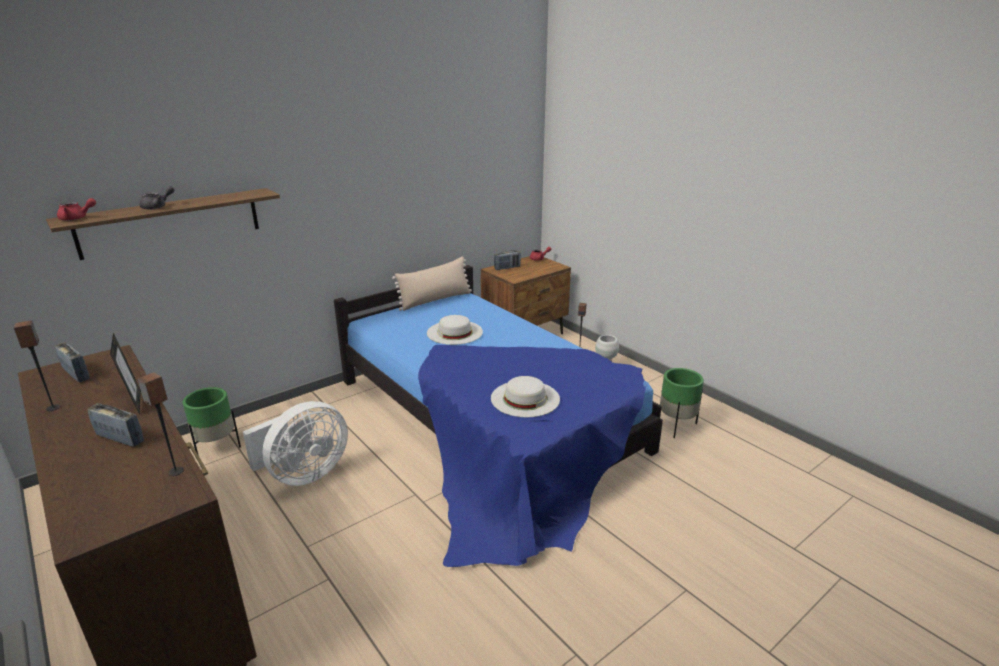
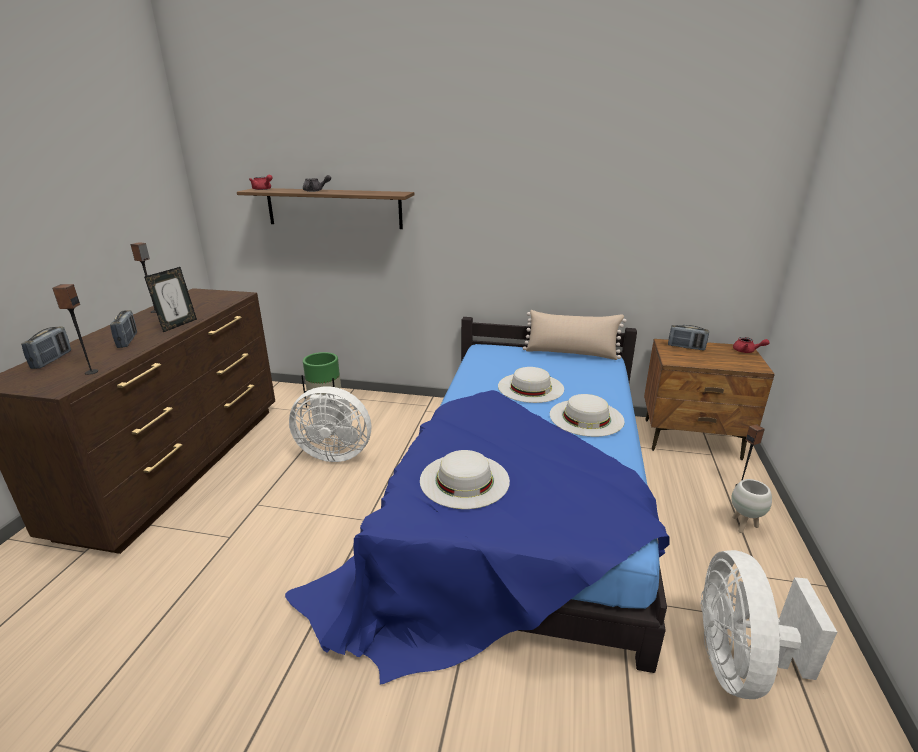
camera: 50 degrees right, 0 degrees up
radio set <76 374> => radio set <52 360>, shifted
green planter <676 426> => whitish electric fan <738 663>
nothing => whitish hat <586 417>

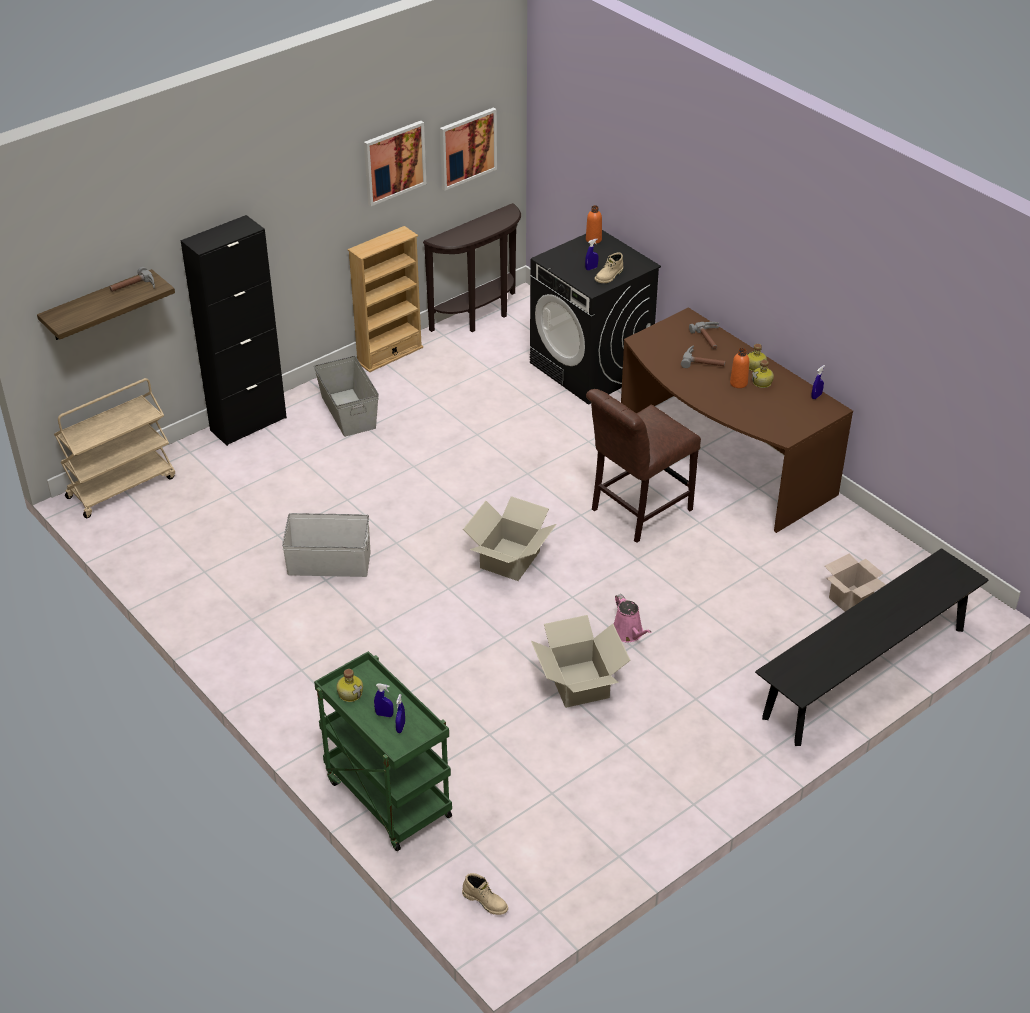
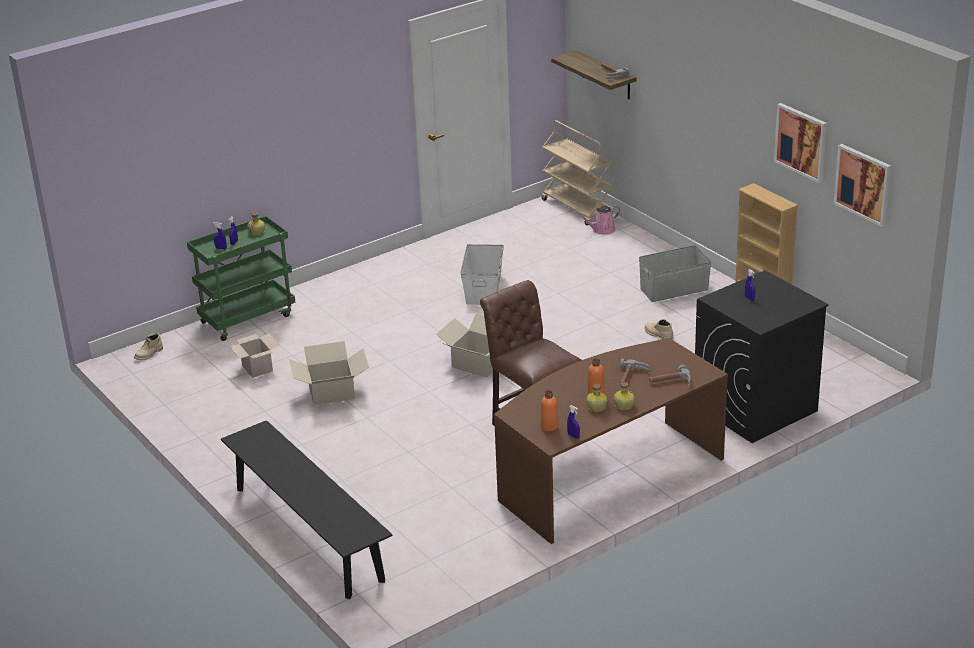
camera: 95 degrees right, 10 degrees down
black storage cabinet <248 424> => nothing
brownish hall table <480 316> => nothing
orange-coloured drink bottle <593 239> => orange-coloured drink bottle <549 426>, shifted
sand-coloured high-top boot <609 276> => sand-coloured high-top boot <658 334>, shifted
pink sprinkling can <629 633> => pink sprinkling can <601 230>, shifted
packing box <850 600> => packing box <256 368>, shifted

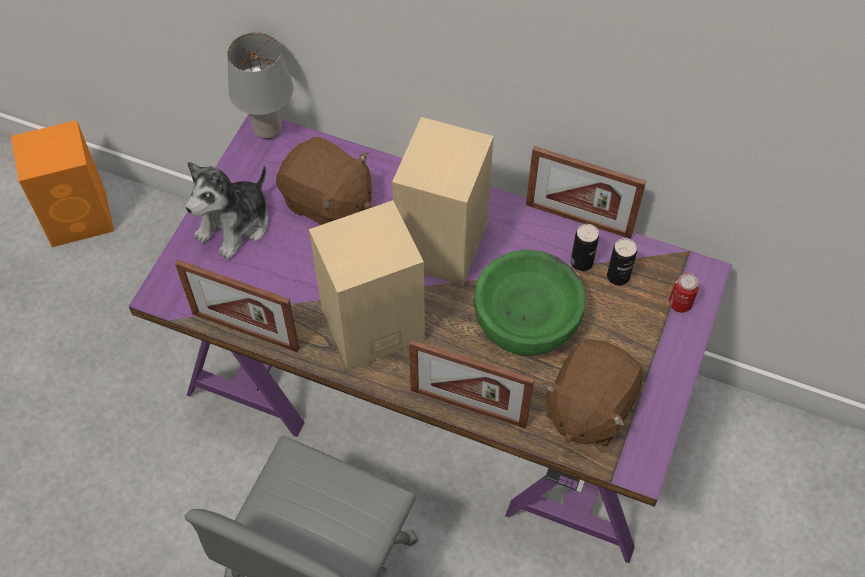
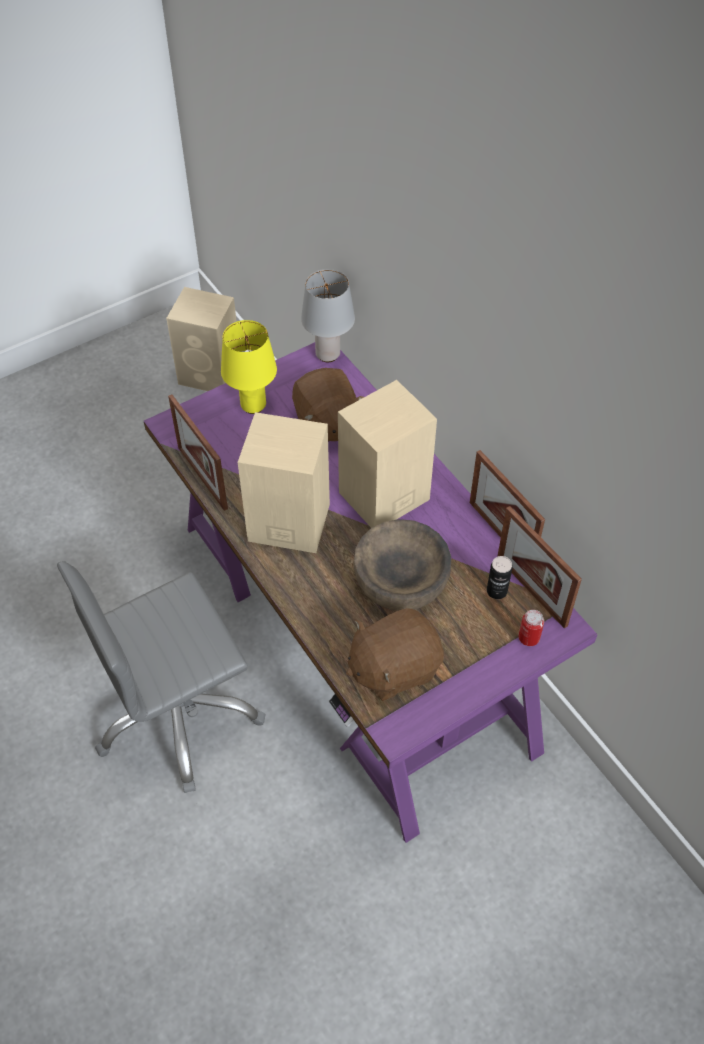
camera: 35 degrees right, 5 degrees down
orange-coloured audio speaker <81 217> => sand-coloured audio speaker <211 374>
plush toy <235 225> => yellow-coloured lamp for a table <253 406>
picture frame <468 407> => picture frame <531 591>, shifted
green bowl <526 319> => brownish bowl <401 581>
sealed can <581 262> => nothing

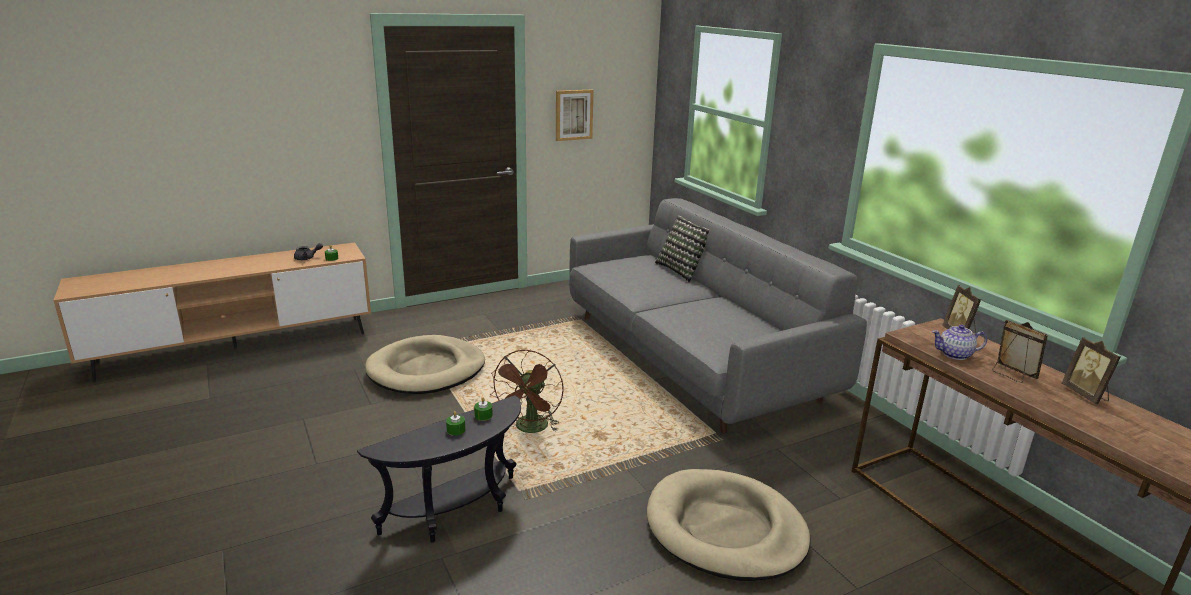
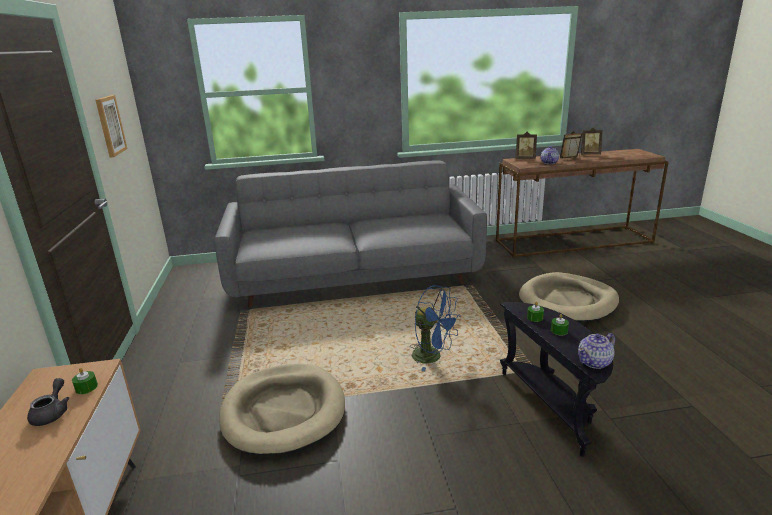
camera: 70 degrees left, 0 degrees up
brownish electric fan <530 429> => blue-coloured electric fan <433 357>
pillow <682 270> => nothing
nothing => pot for tea <595 362>

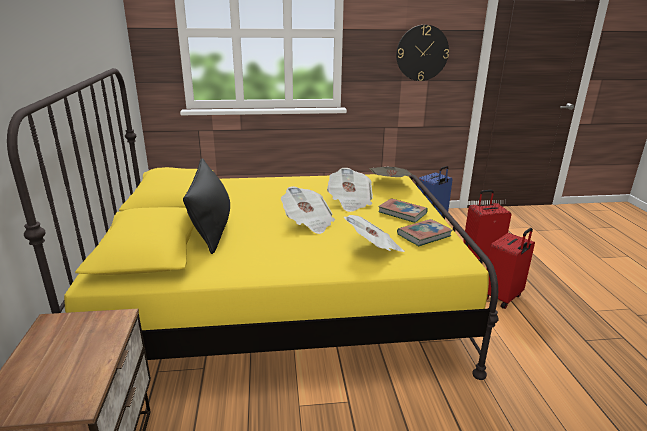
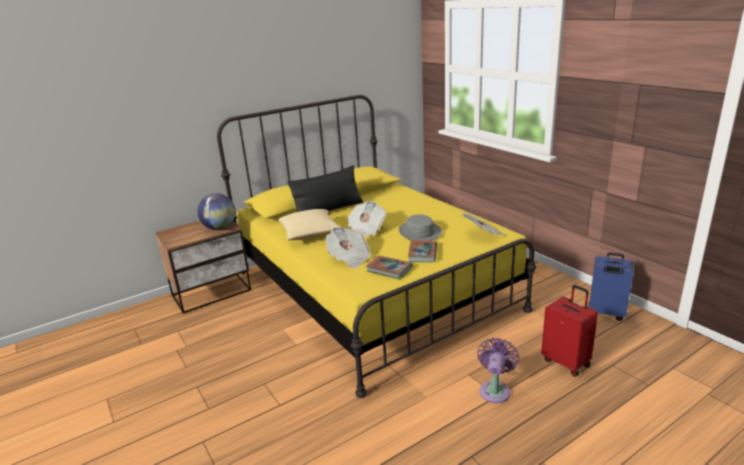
camera: 65 degrees right, 0 degrees up
printed paper <349 202> => greyish hat <419 232>
hanging clock <422 53> => nothing
reddish piece of luggage <503 297> => purple-coloured electric fan <495 390>
nothing => world globe <219 228>
nothing => pillow <310 234>

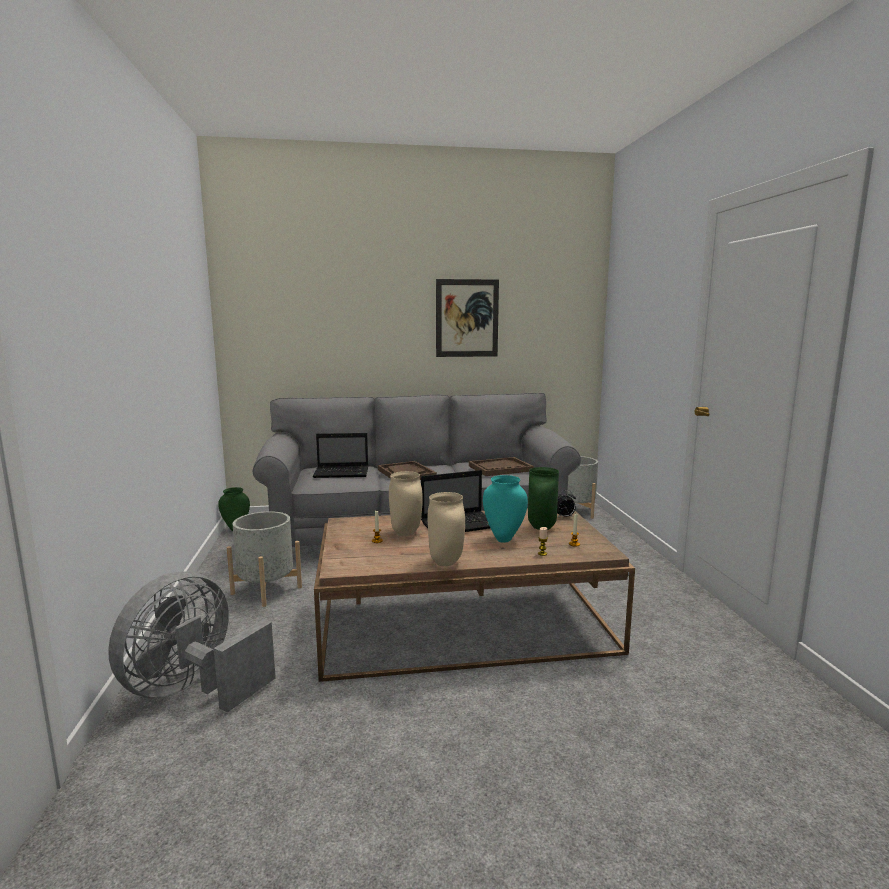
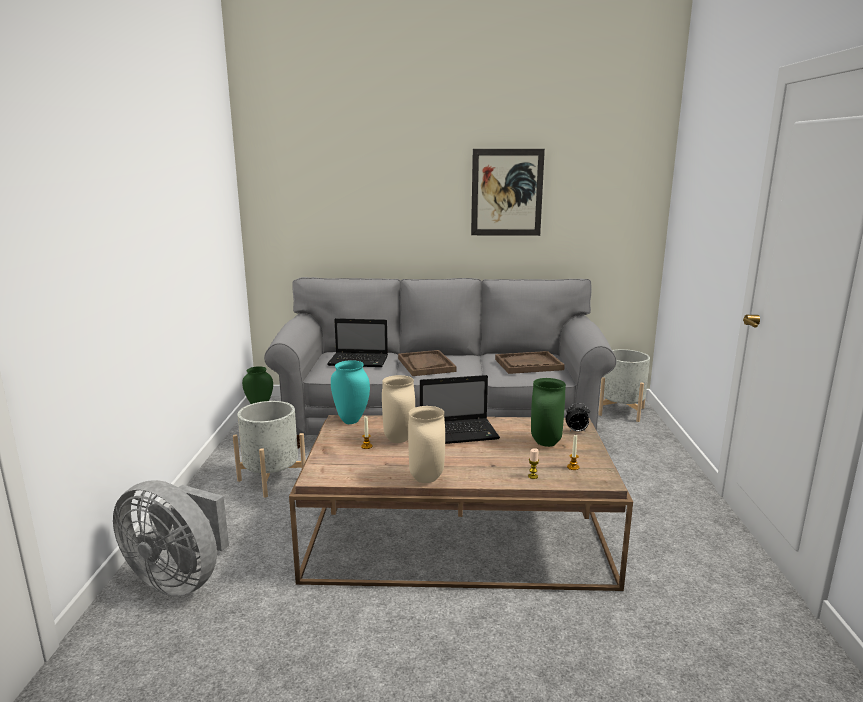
camera: 10 degrees right, 5 degrees up
greyish electric fan <193 689> => greyish electric fan <180 579>, 105 degrees counterclockwise
turquoise vase <503 539> => turquoise vase <350 421>, shifted

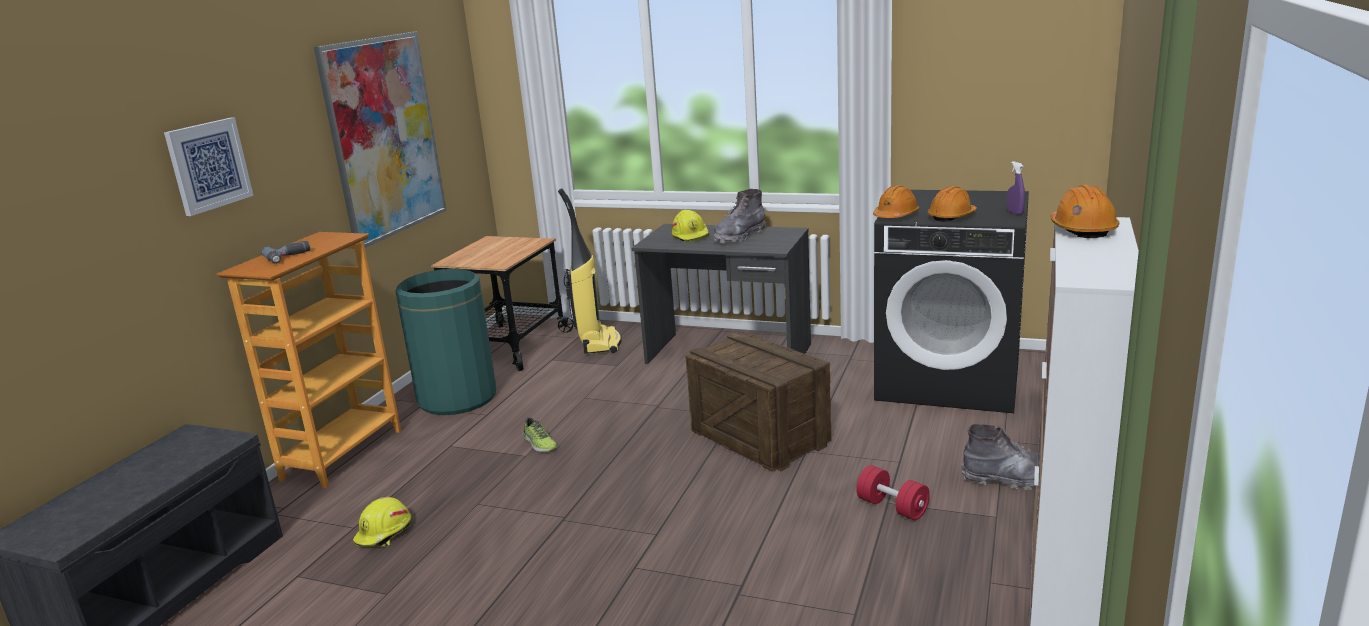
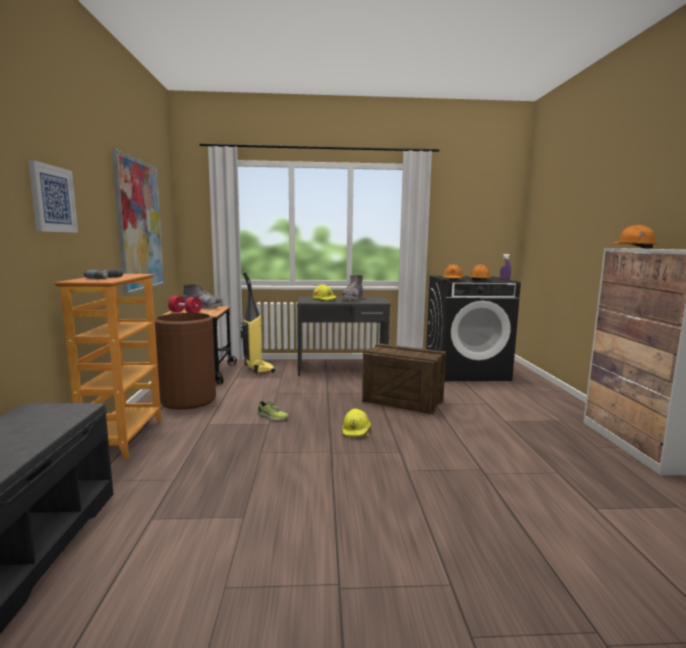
camera: 25 degrees left, 10 degrees down
yellow-coloured work helmet <384 533> => yellow-coloured work helmet <356 431>, shifted
green trash can <457 398> => brownish trash can <188 400>
reddish hand weight <892 507> => reddish hand weight <185 312>, shifted
greyish high-top boot <1007 479> => greyish high-top boot <203 308>, shifted

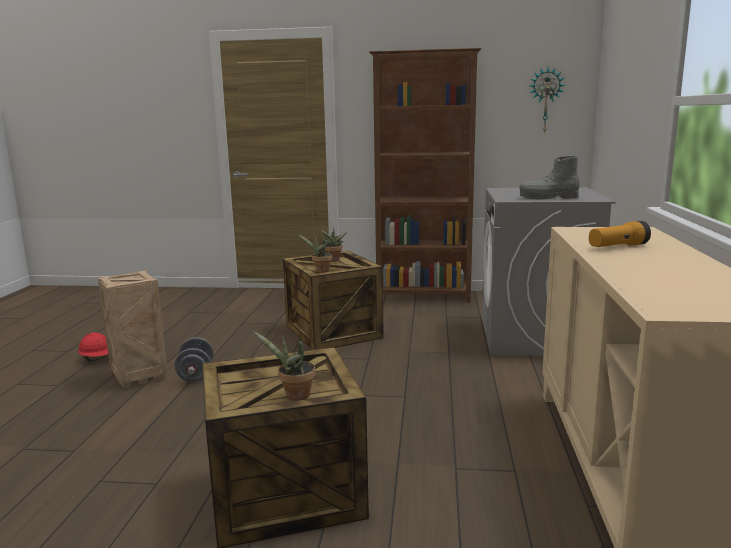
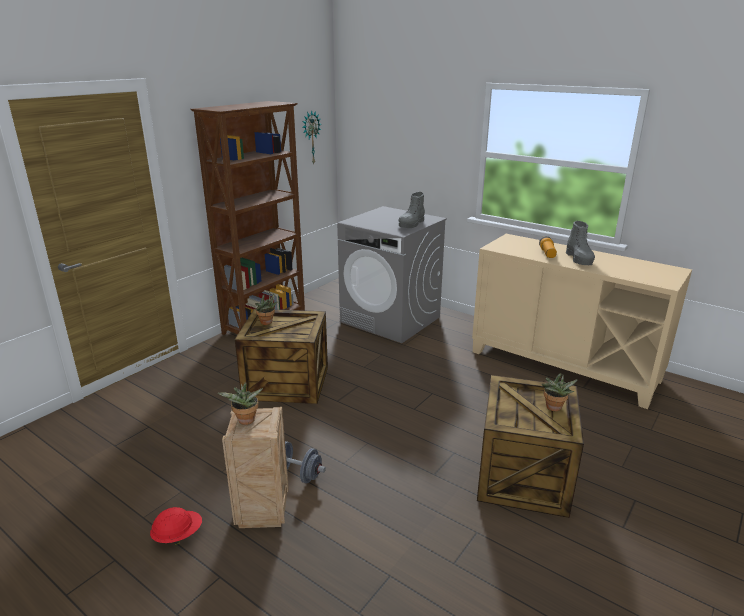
camera: 60 degrees left, 10 degrees up
plant in a pot <320 271> => plant in a pot <245 421>, shifted
nothing => greyish high-top boot <579 259>

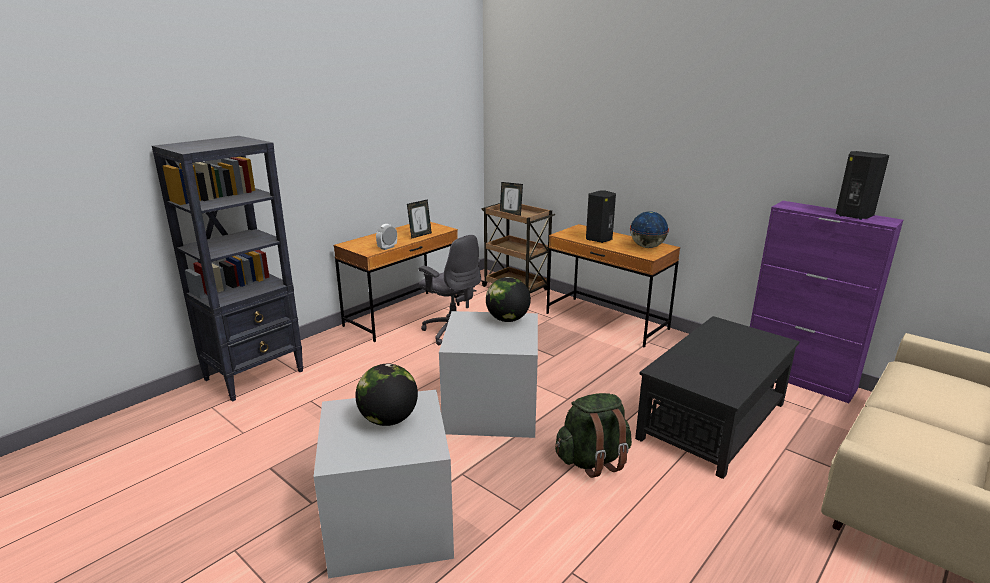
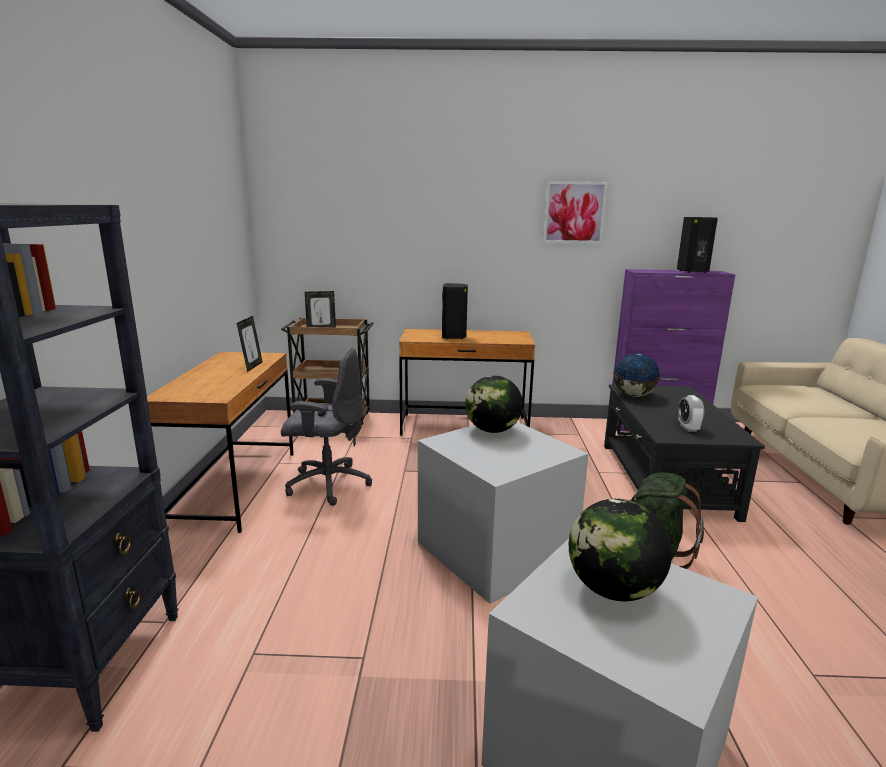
camera: 40 degrees left, 5 degrees down
bedside clock <387 247> => bedside clock <688 428>, shifted
world globe <647 247> => world globe <633 395>, shifted
nothing => wall picture <574 212>

